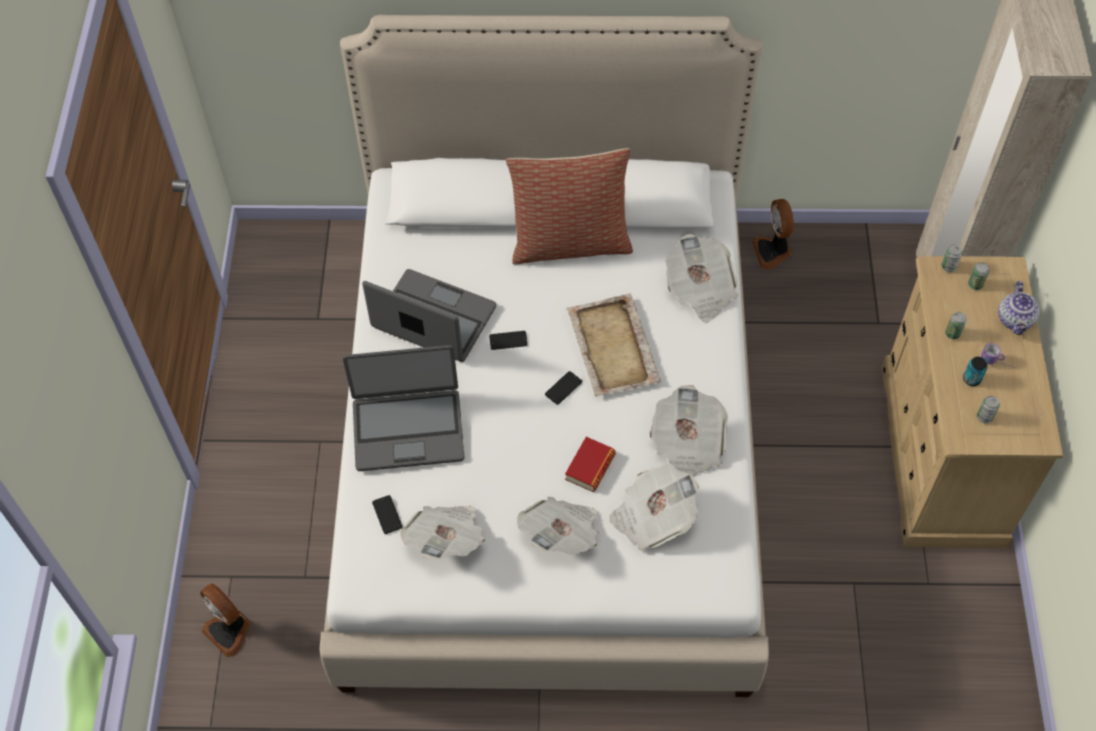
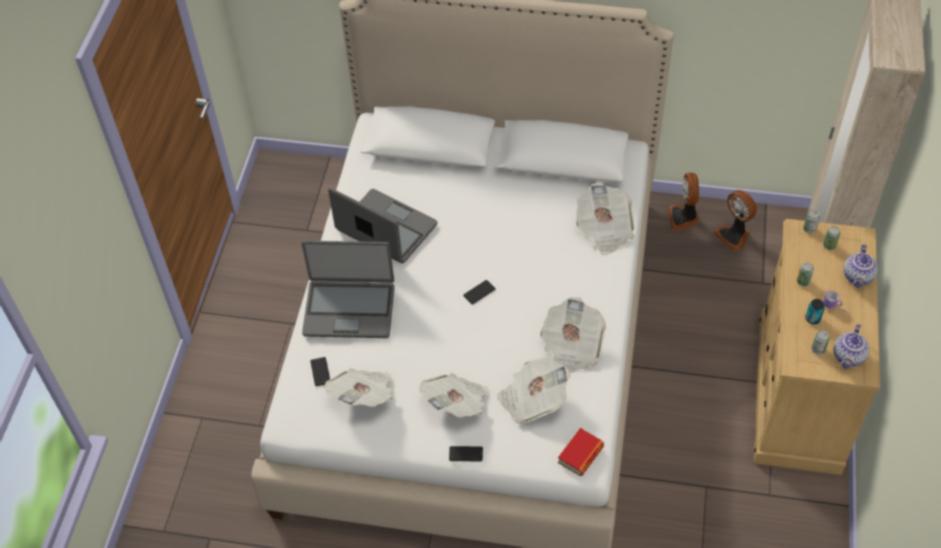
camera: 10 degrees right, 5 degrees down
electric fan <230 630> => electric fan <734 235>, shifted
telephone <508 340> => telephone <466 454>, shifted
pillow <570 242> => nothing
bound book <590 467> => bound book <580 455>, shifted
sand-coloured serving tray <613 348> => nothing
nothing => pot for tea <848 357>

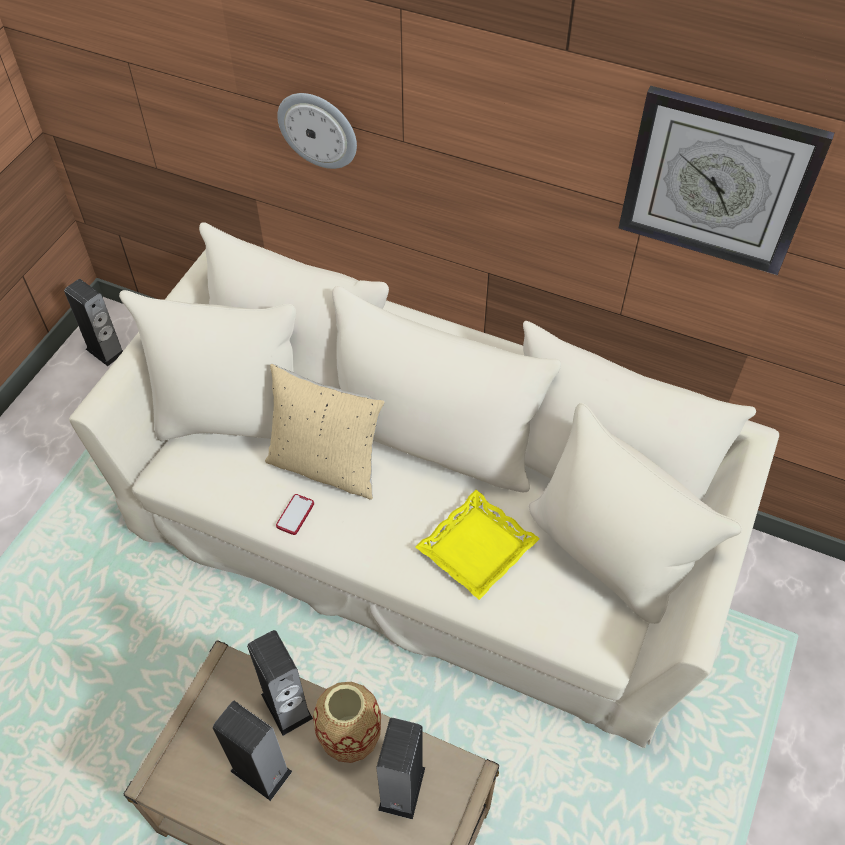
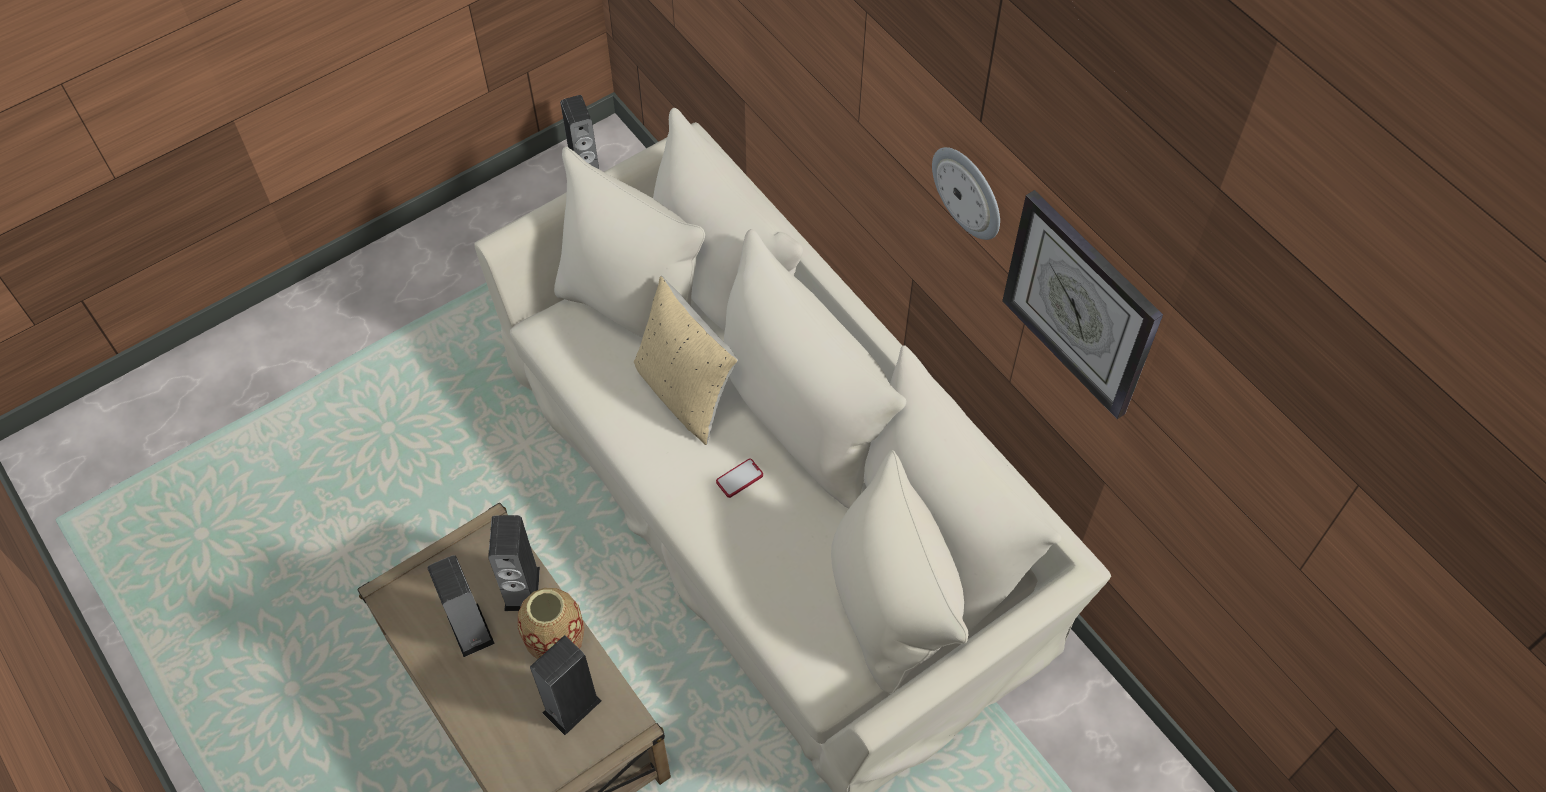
camera: 30 degrees right, 5 degrees up
telephone <295 515> => telephone <739 479>, shifted
hanging clock <318 129> => hanging clock <968 192>, shifted
yellow-coloured serving tray <476 548> => nothing

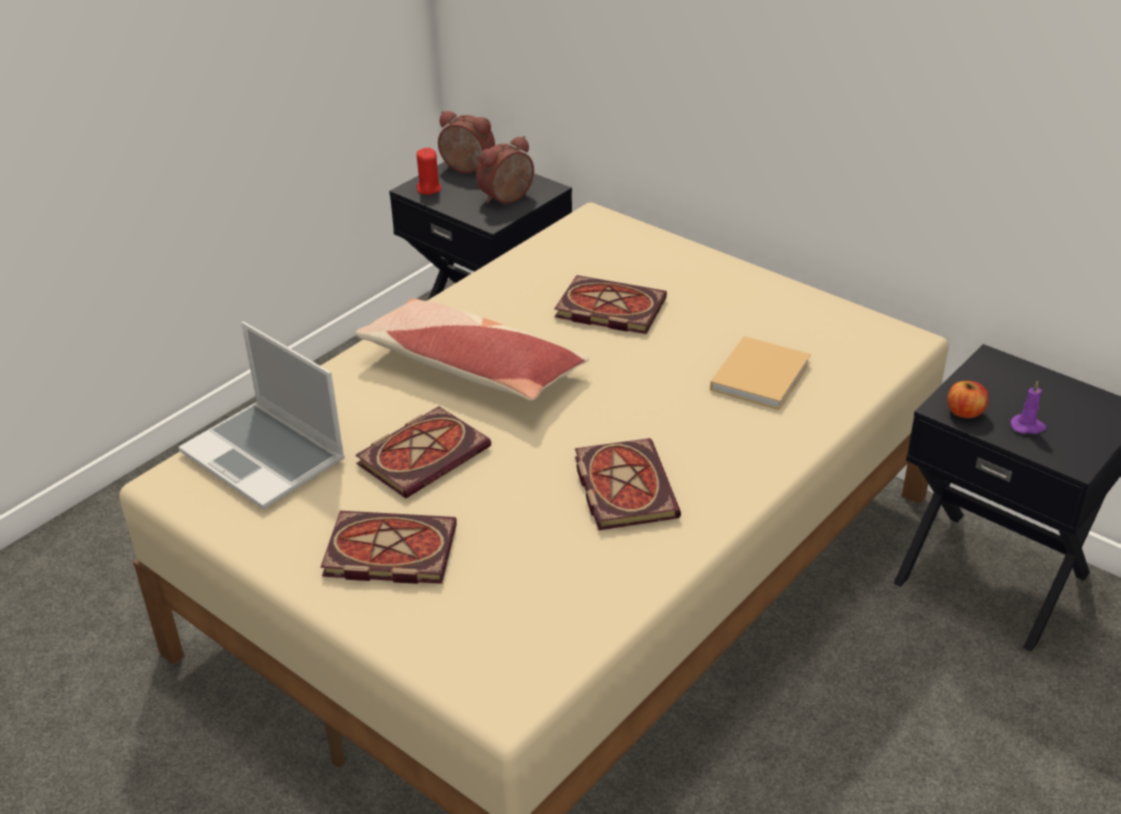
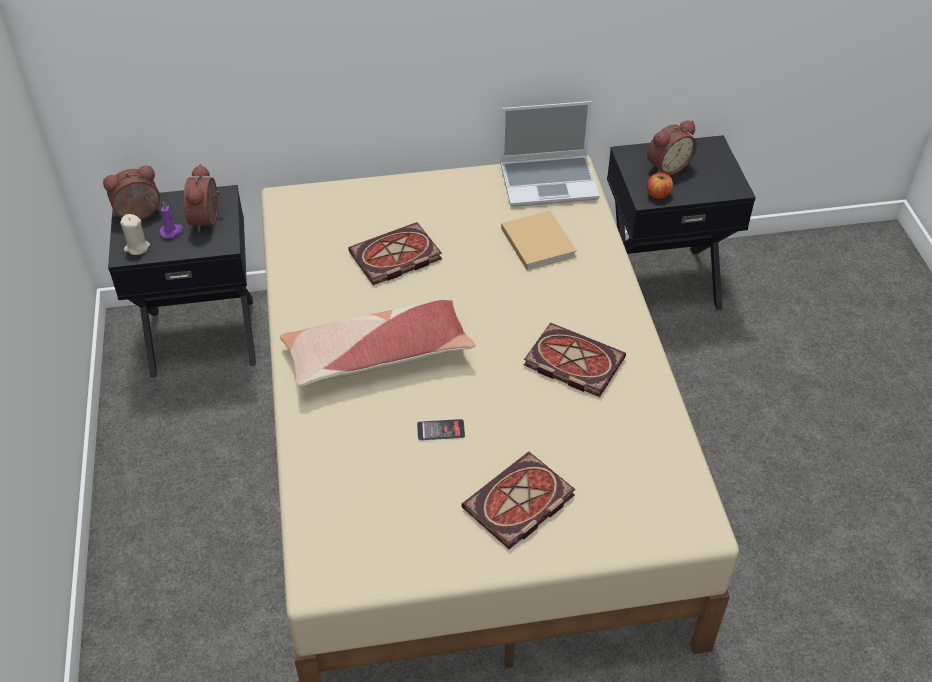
camera: 50 degrees left, 10 degrees up
notebook computer <266 457> => notebook computer <549 181>, shifted
bound book <424 454> => telephone <440 430>
reddish wax candle <428 189> => sand-coloured wax candle <137 247>
purple-coloured wax candle <1028 426> => purple-coloured wax candle <172 231>, shifted
nothing => bedside clock <666 166>

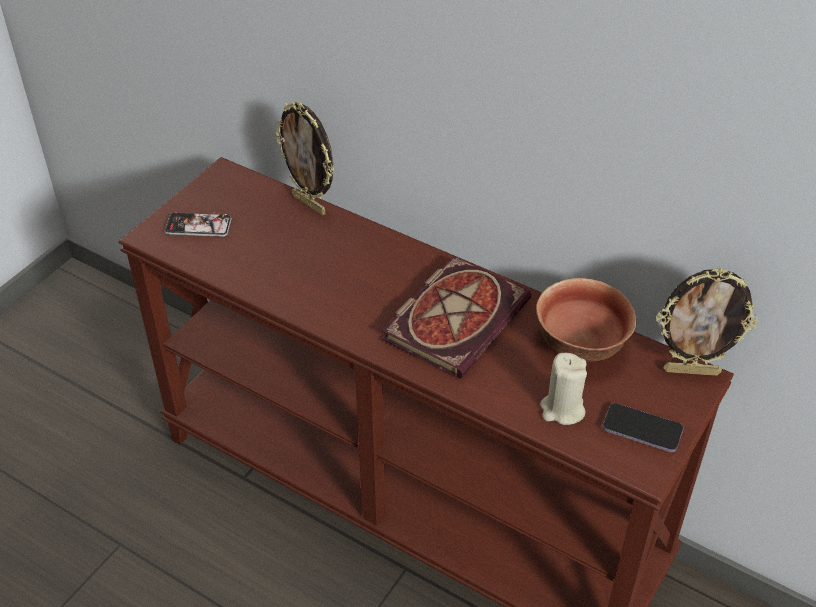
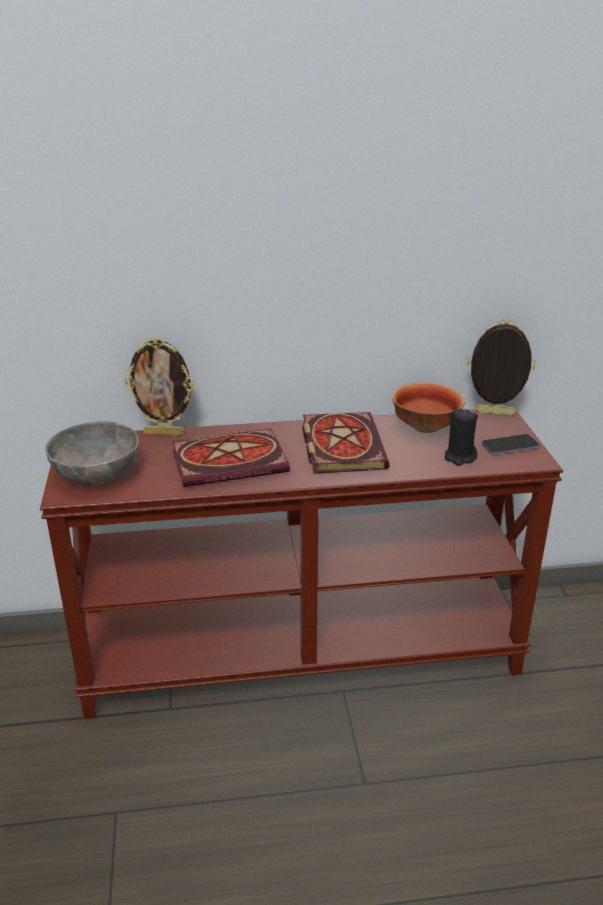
camera: 40 degrees left, 15 degrees down
telephone <198 226> => greyish bowl <96 474>
sand-coloured wax candle <562 409> => black wax candle <459 457>
picture frame <691 370> => picture frame <494 413>, 135 degrees counterclockwise
nothing => bound book <232 461>

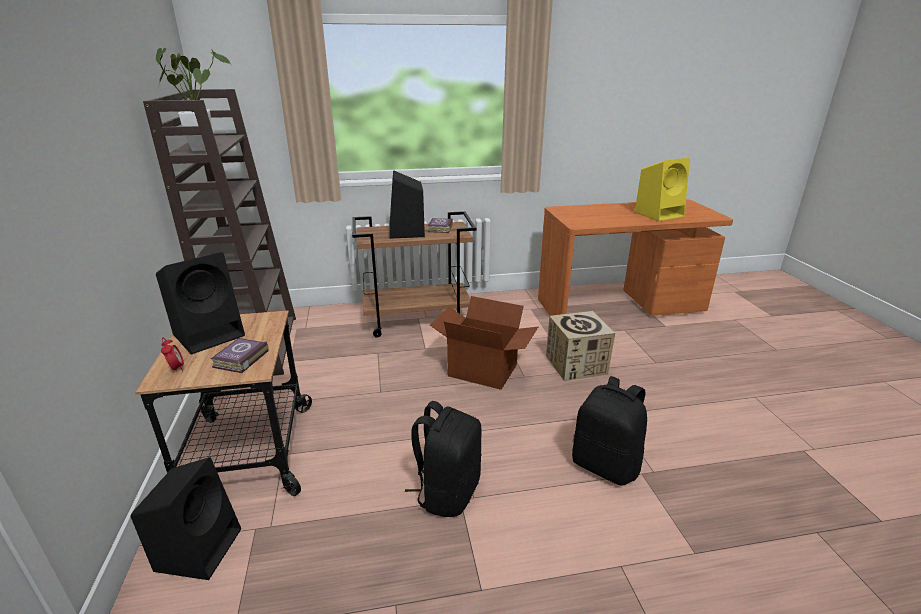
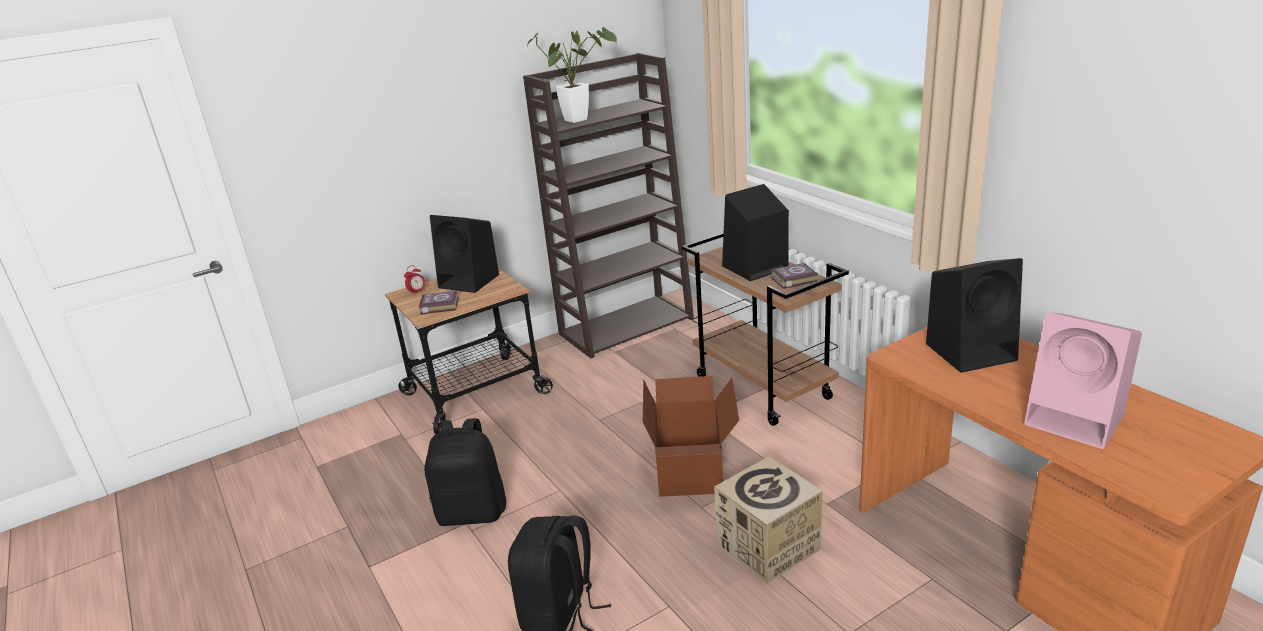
camera: 70 degrees right, 0 degrees up
black audio speaker <199 547> => black audio speaker <972 351>, shifted
yellow-coloured audio speaker <659 214> => pink audio speaker <1077 420>

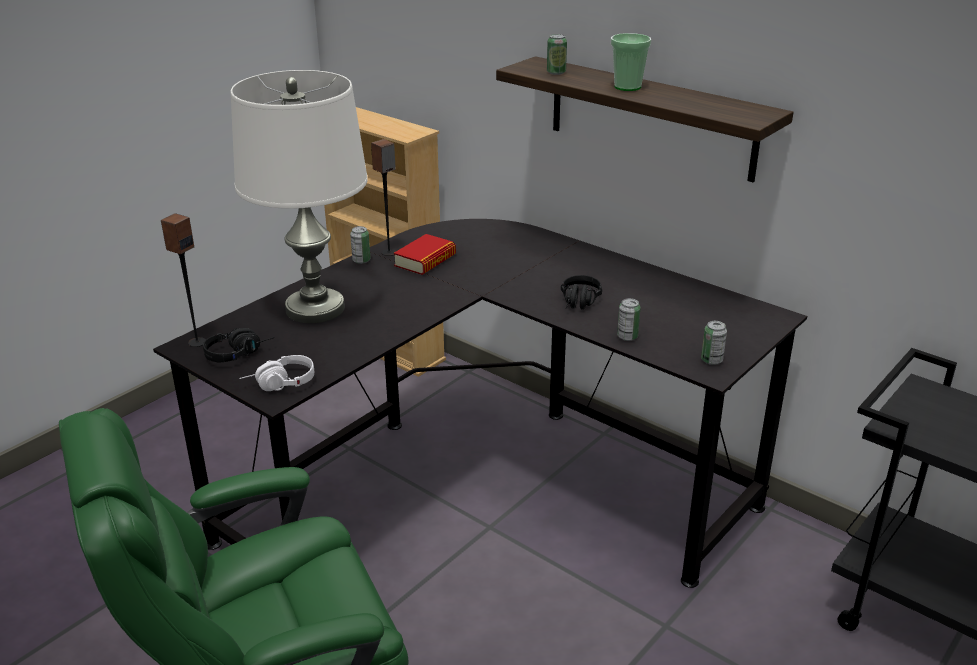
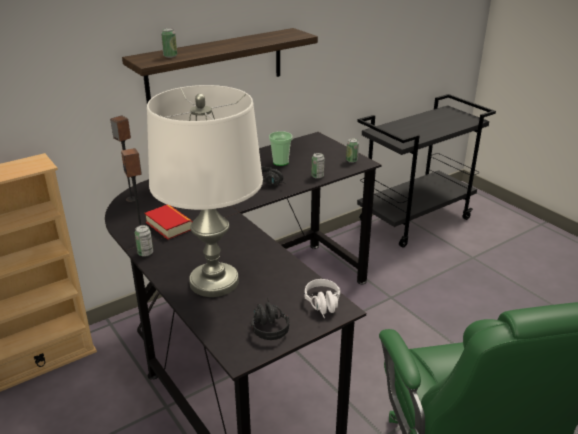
camera: 75 degrees left, 0 degrees up
audio speaker <197 342> => audio speaker <131 199>, shifted
cup <627 87> => cup <280 162>, shifted

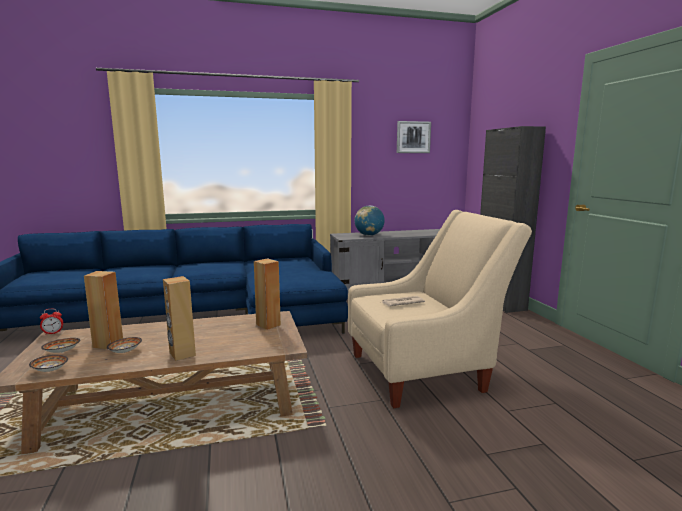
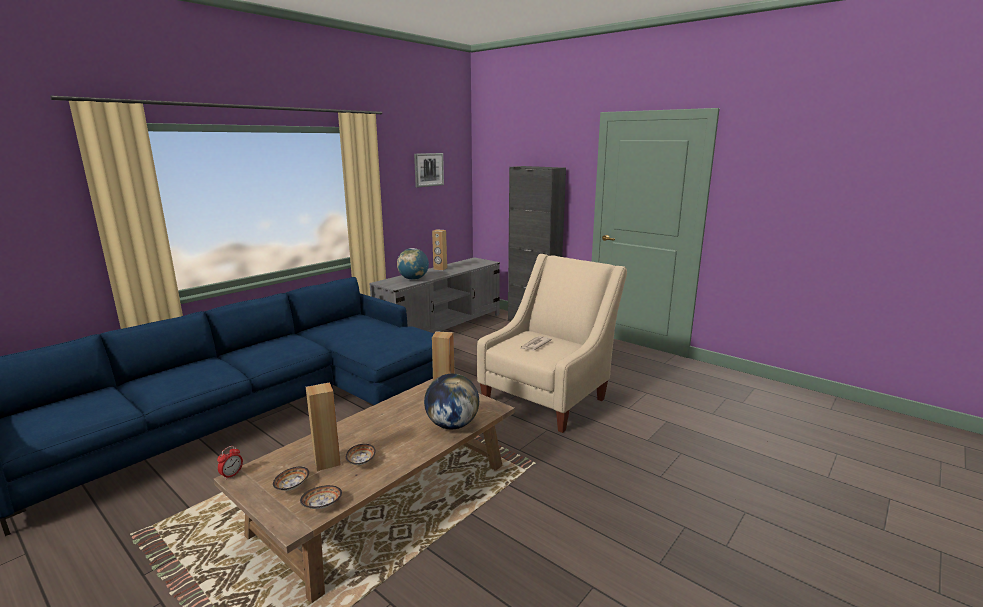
camera: 35 degrees left, 5 degrees up
brownish audio speaker <182 354> => brownish audio speaker <440 268>, shifted
nothing => world globe <452 425>

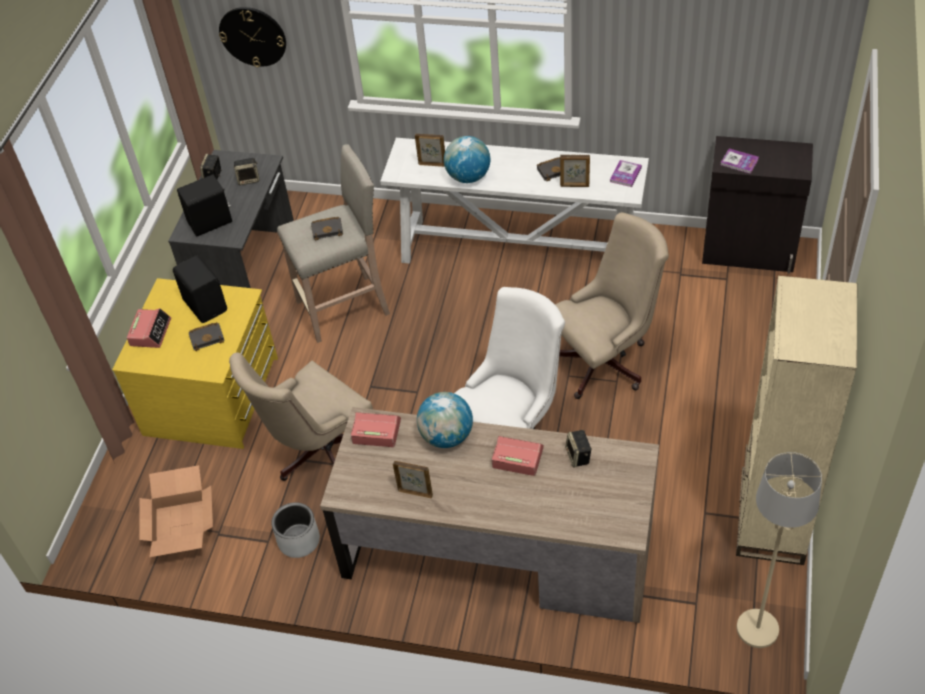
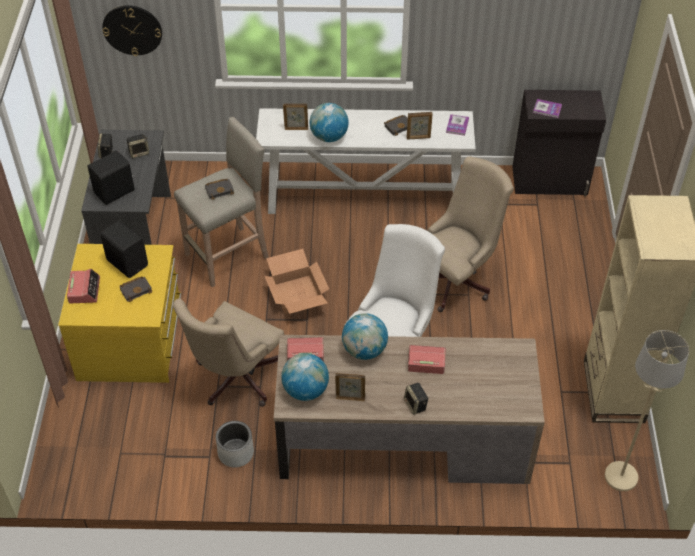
camera: 15 degrees left, 0 degrees up
packing box <180 525> => packing box <296 294>, shifted
audio speaker <578 456> => audio speaker <416 405>, shifted
nothing => world globe <305 390>

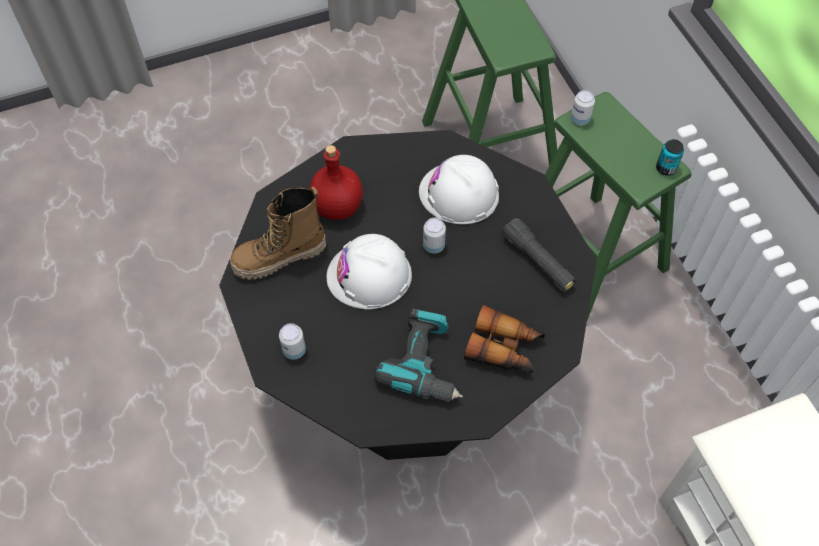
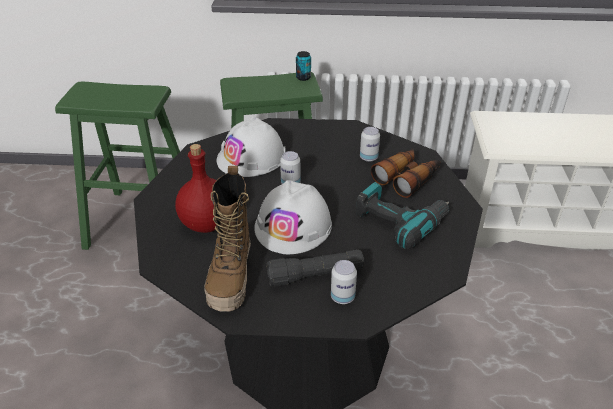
camera: 65 degrees left, 20 degrees down
black flashlight <537 261> => black flashlight <315 275>, shifted
sealed can <580 119> => sealed can <368 158>, shifted

